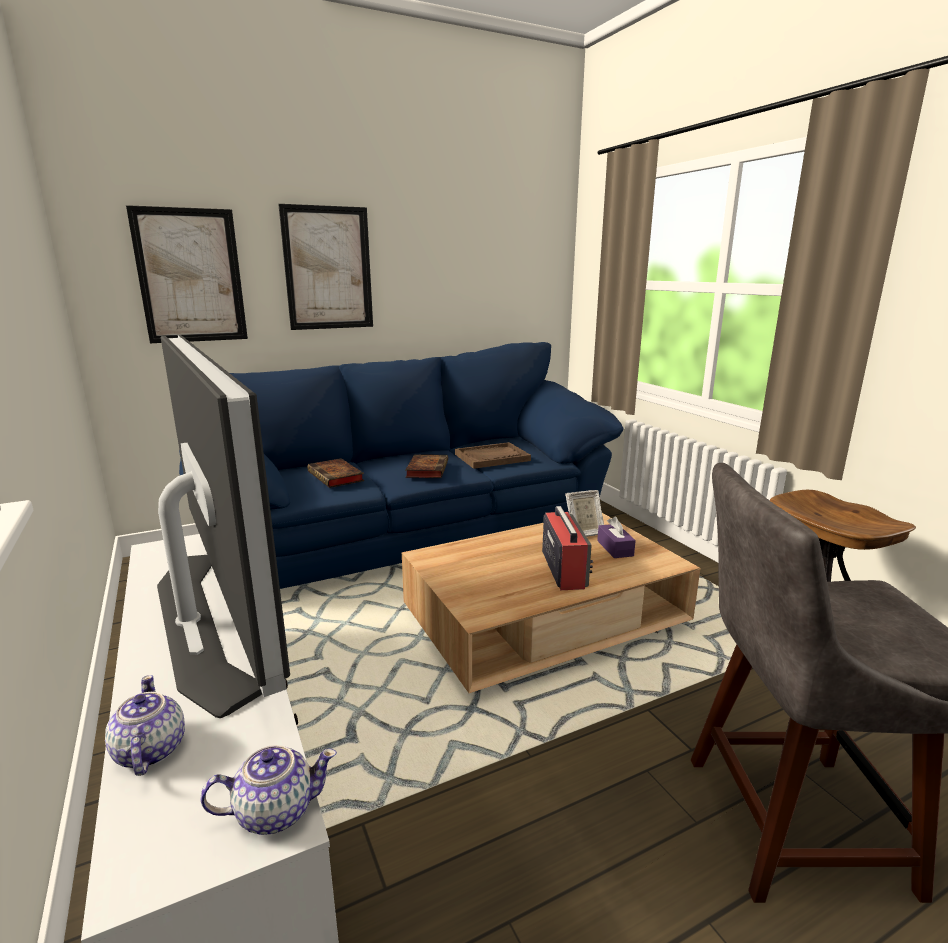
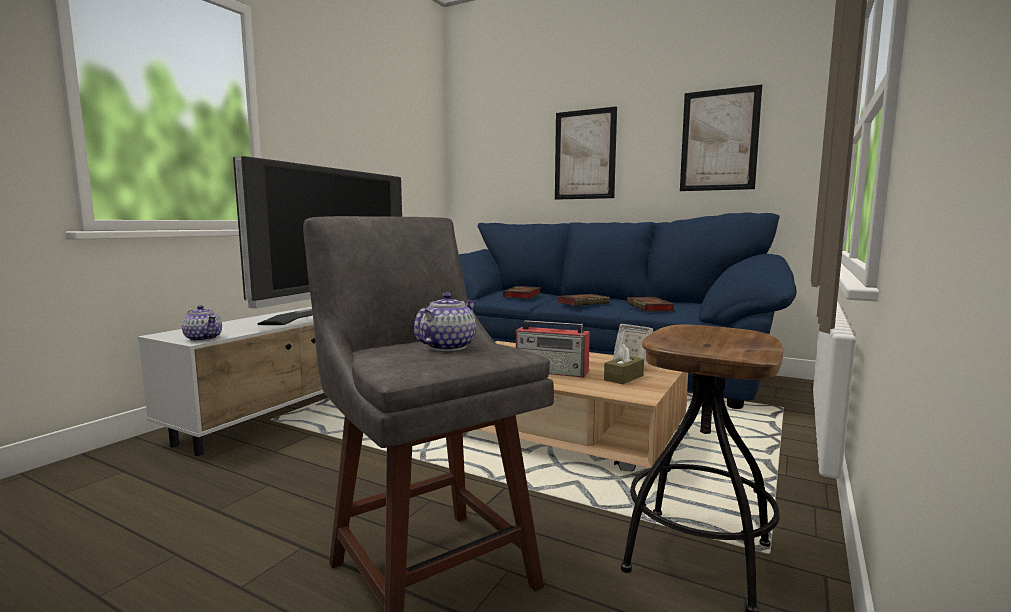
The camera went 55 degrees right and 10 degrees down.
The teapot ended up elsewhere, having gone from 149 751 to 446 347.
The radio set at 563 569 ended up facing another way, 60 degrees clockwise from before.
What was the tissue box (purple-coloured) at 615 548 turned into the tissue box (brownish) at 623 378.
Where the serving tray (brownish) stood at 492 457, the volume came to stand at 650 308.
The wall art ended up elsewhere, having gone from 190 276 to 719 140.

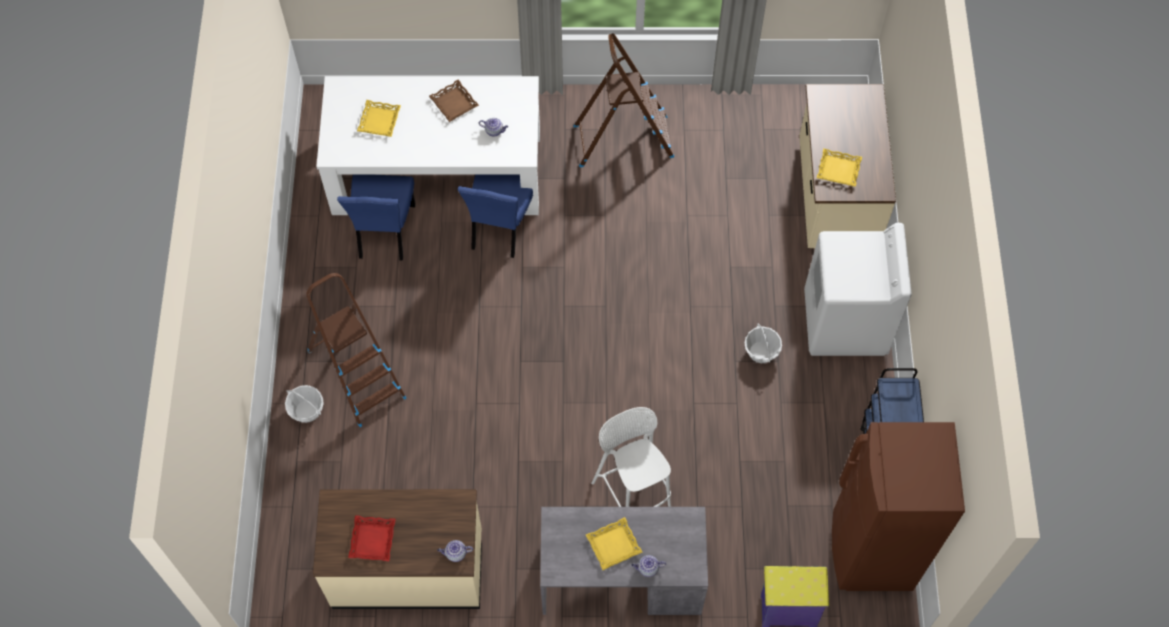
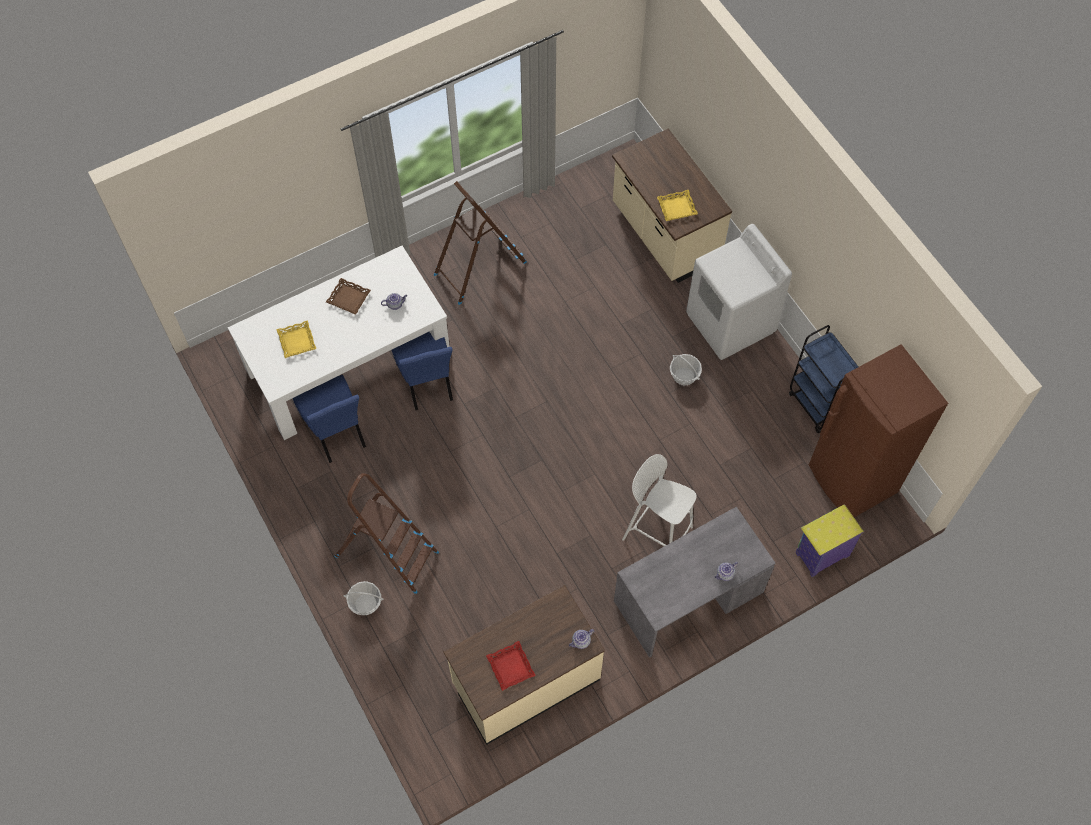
The camera went 30 degrees left and 0 degrees up.
The second view lost the serving tray (yellow) at 613 545.

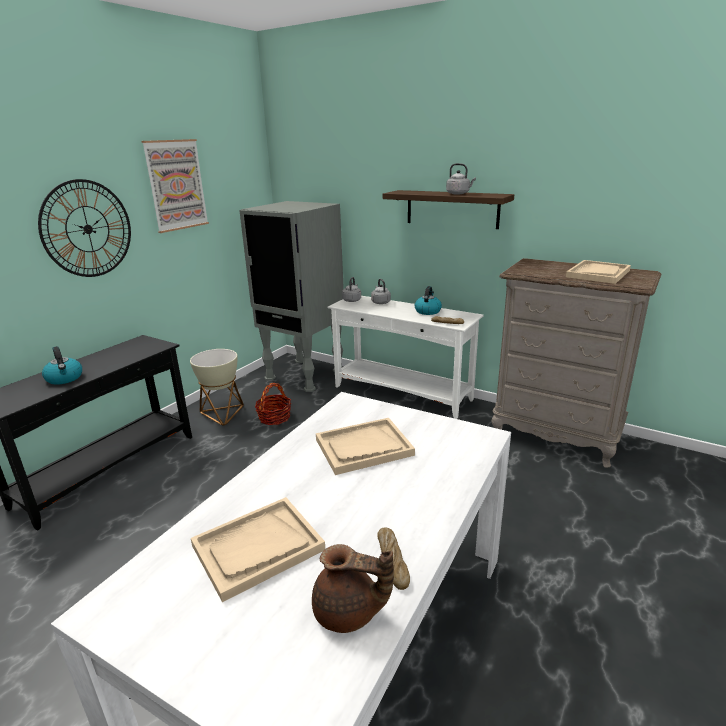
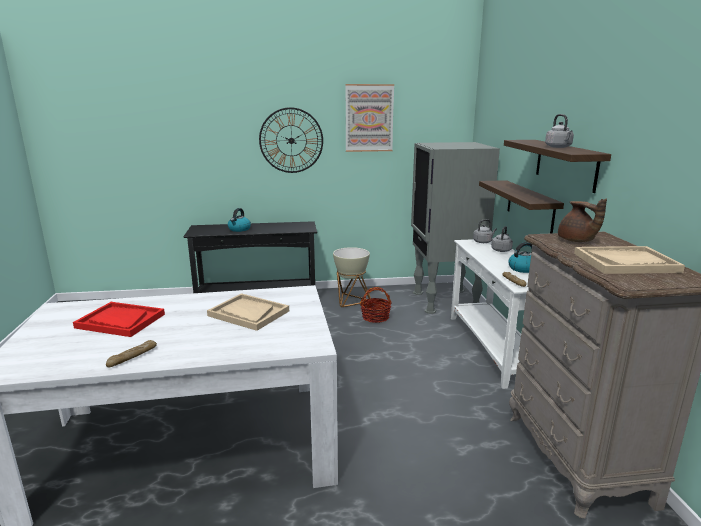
The camera went 50 degrees right and 5 degrees down.
What was the serving tray (sand-coloured) at 258 548 turned into the serving tray (reddish) at 120 321.
The second view gained the wall shelf at 530 206.
The teapot (brownish) ended up elsewhere, having gone from 349 613 to 576 241.

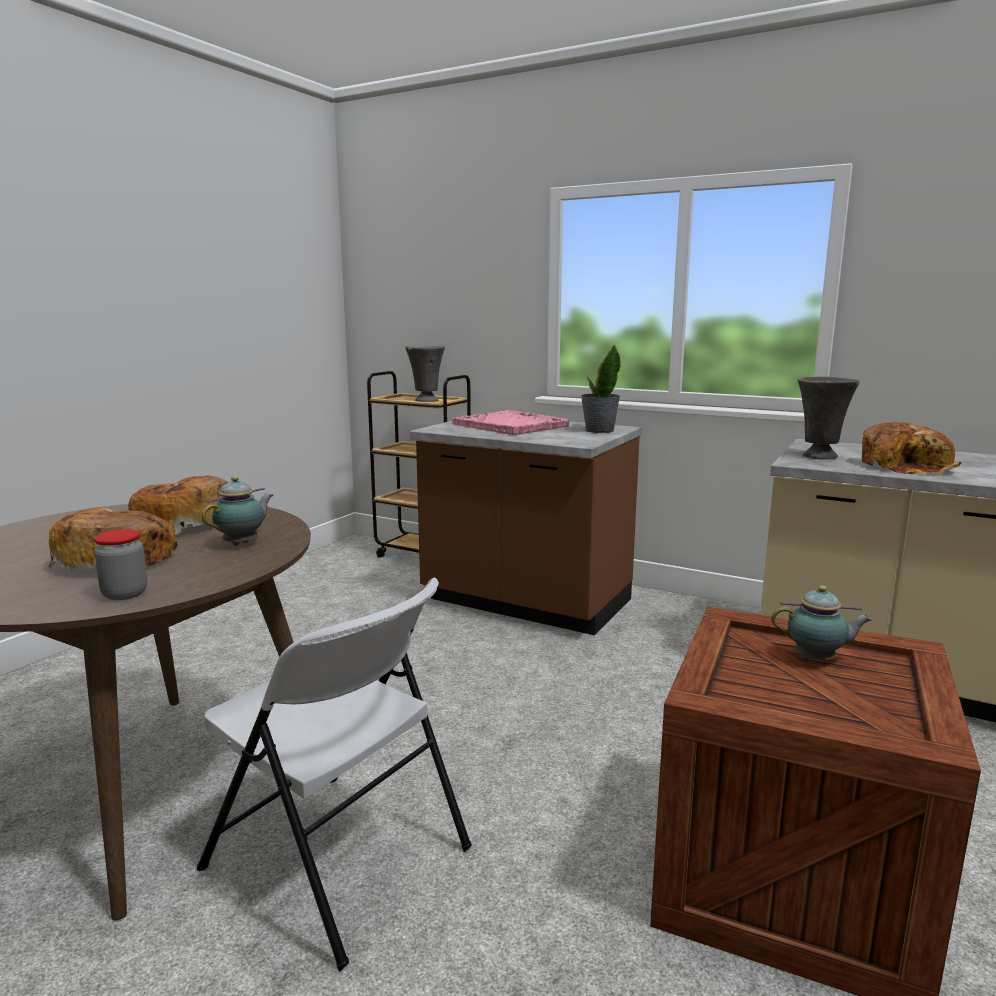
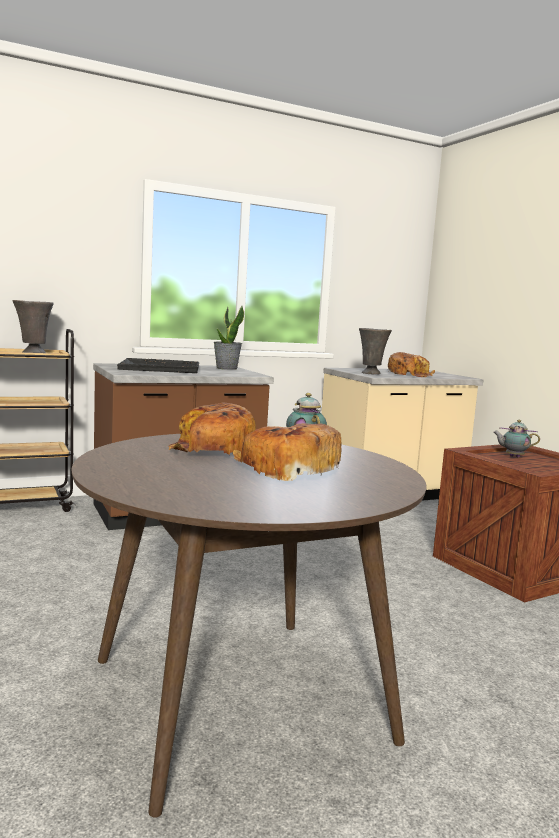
The camera went 55 degrees left and 5 degrees down.
What was the serving tray (pink) at 510 425 turned into the serving tray (black-coloured) at 161 368.
The teapot at 817 660 ended up facing another way, 120 degrees counterclockwise from before.
The second view lost the jar at 125 594.
The second view lost the plain chair (white-coloured) at 336 859.

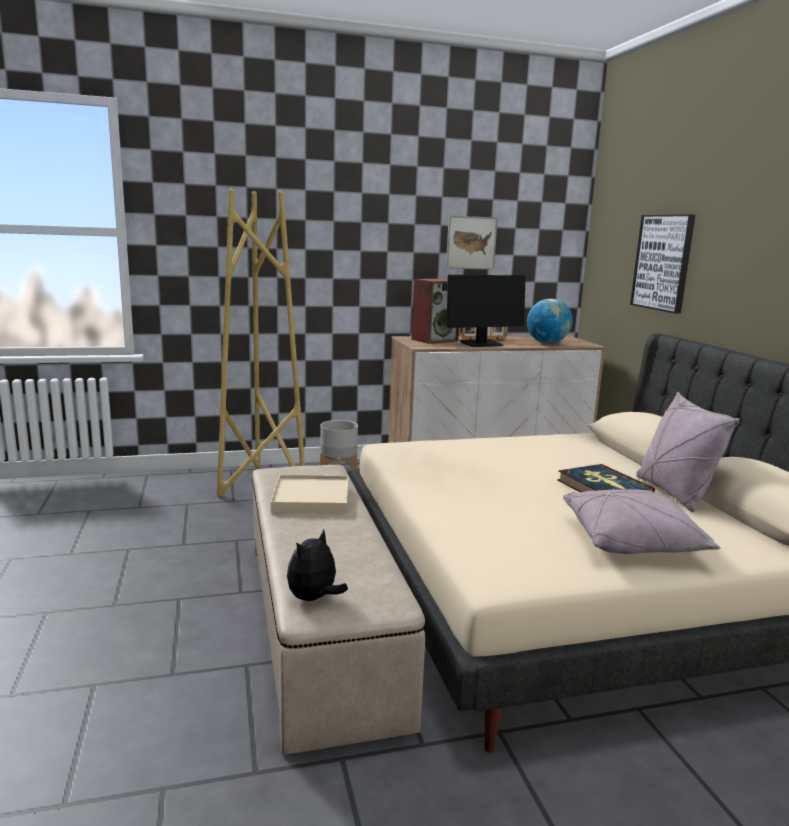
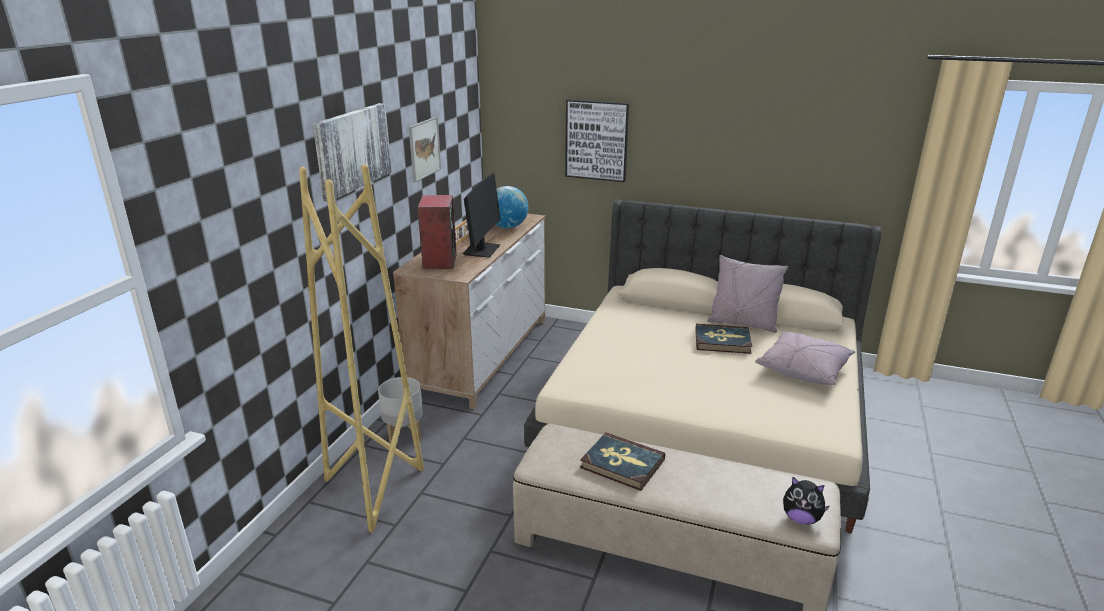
The camera went 55 degrees left and 10 degrees up.
The second view gained the wall art at 352 150.
Where the serving tray (sand-coloured) stood at 311 498, the volume came to stand at 622 464.
The soft toy at 314 599 ended up facing another way, 45 degrees counterclockwise from before.

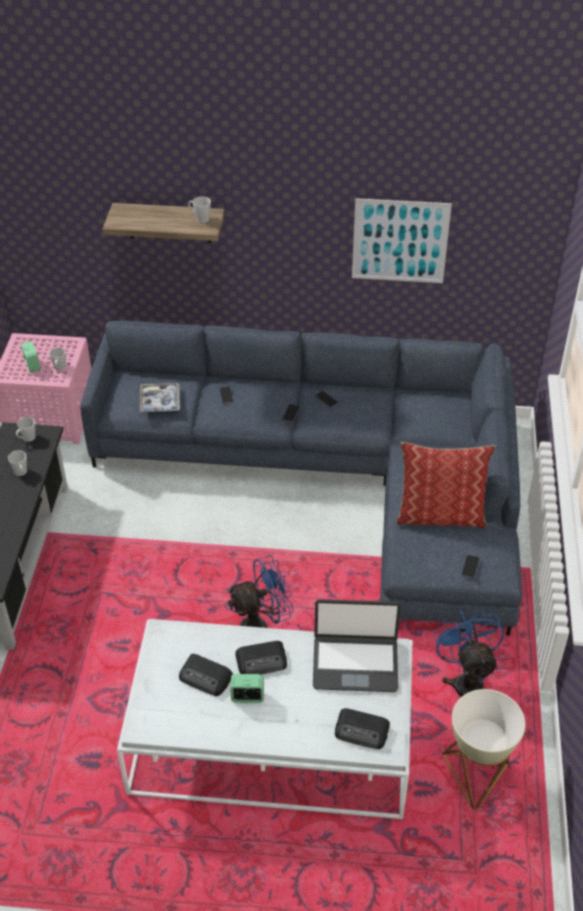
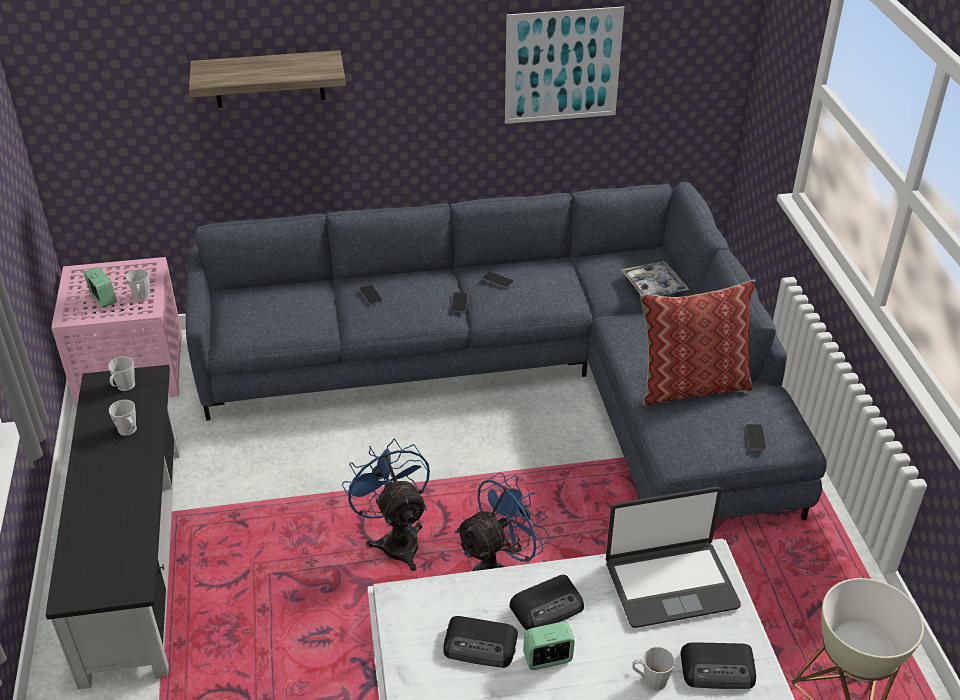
The camera went 15 degrees left and 5 degrees down.
The fan (blue-coloured) ended up elsewhere, having gone from 466 681 to 396 540.
The serving tray ended up elsewhere, having gone from 160 402 to 654 286.
The tea mug (grey) ended up elsewhere, having gone from 200 218 to 650 680.

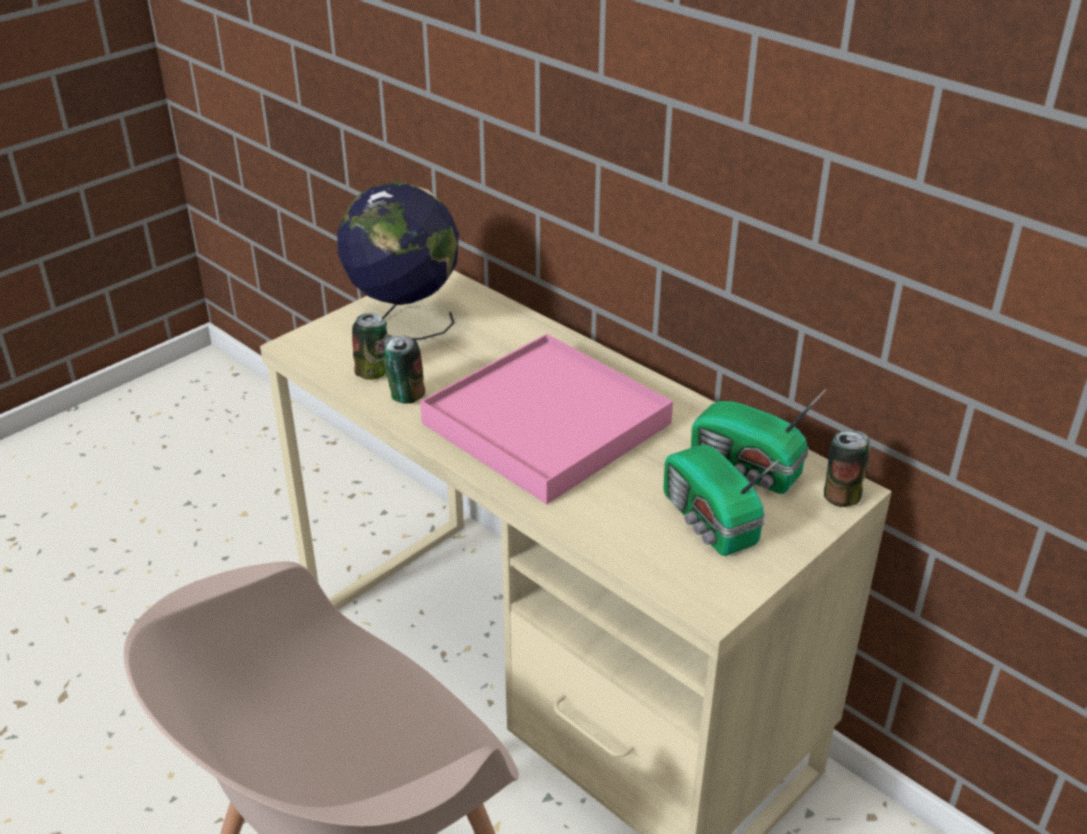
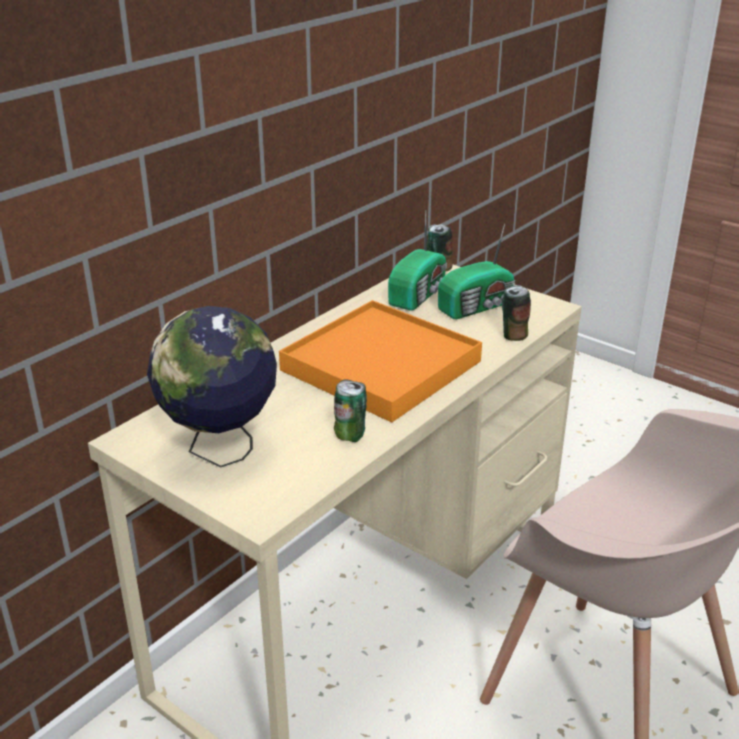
The camera went 95 degrees left and 5 degrees down.
What was the serving tray (pink) at 545 423 turned into the serving tray (orange) at 381 366.
The sealed can ended up elsewhere, having gone from 374 372 to 513 335.

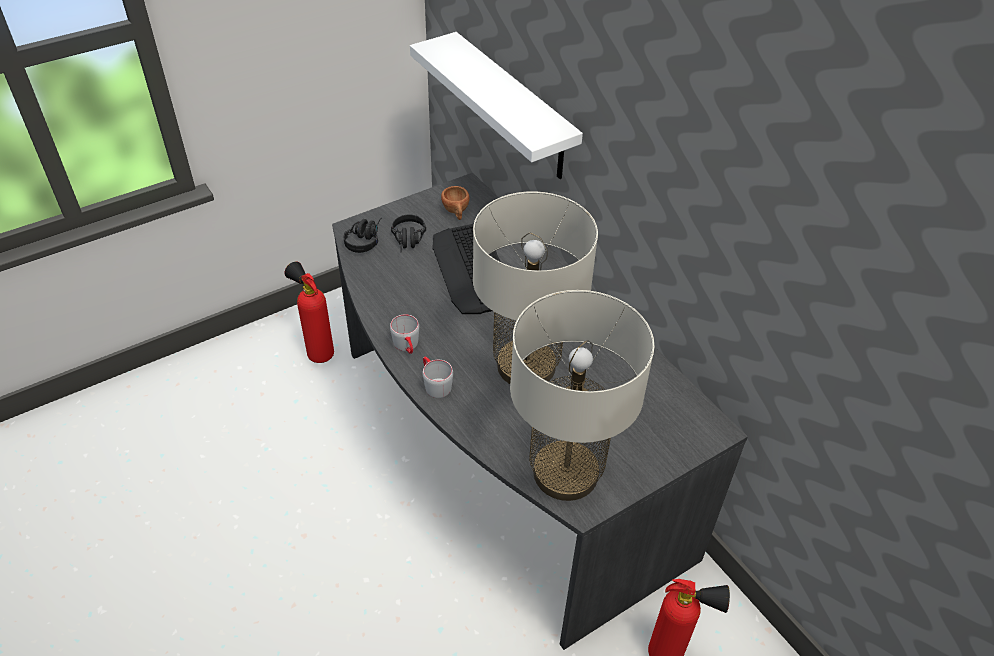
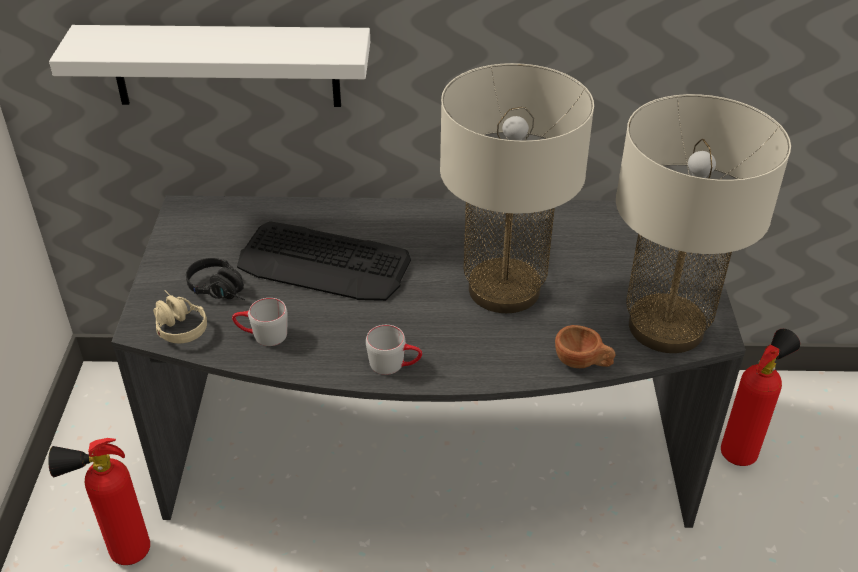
The camera went 55 degrees left and 5 degrees down.
What was the headphones (black-coloured) at 365 239 turned into the headphones (sand-coloured) at 176 324.
The tea mug (grey) ended up elsewhere, having gone from 434 384 to 262 335.
The small cup (brownish) ended up elsewhere, having gone from 456 212 to 582 362.

